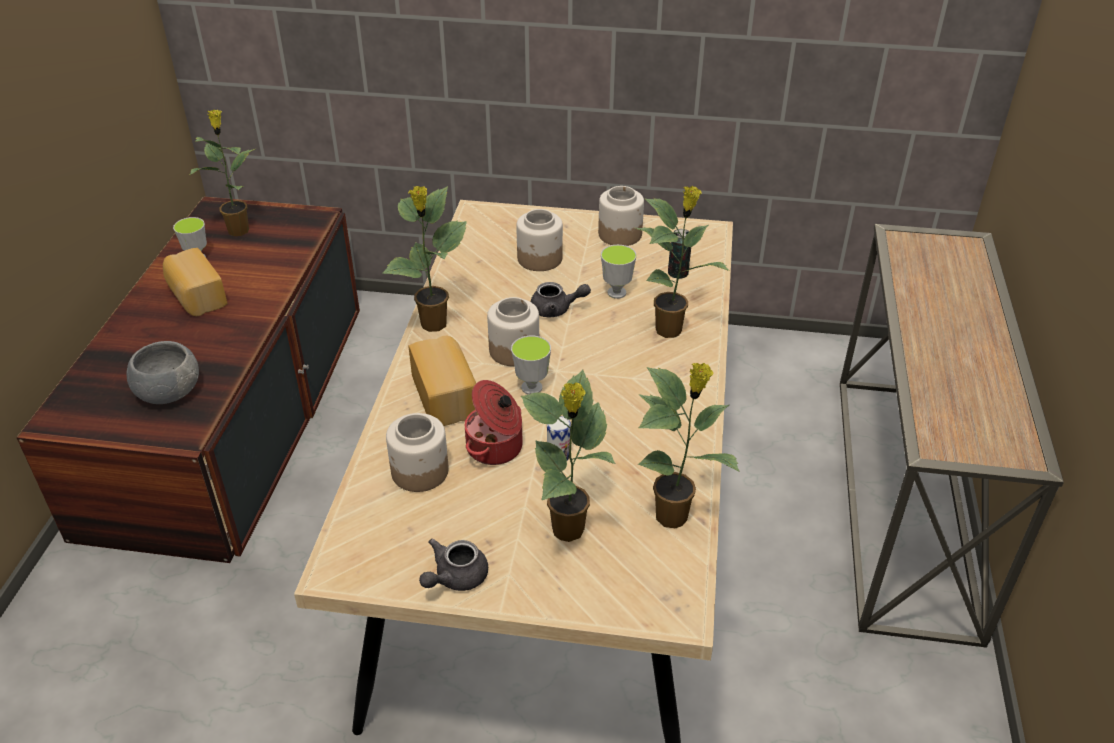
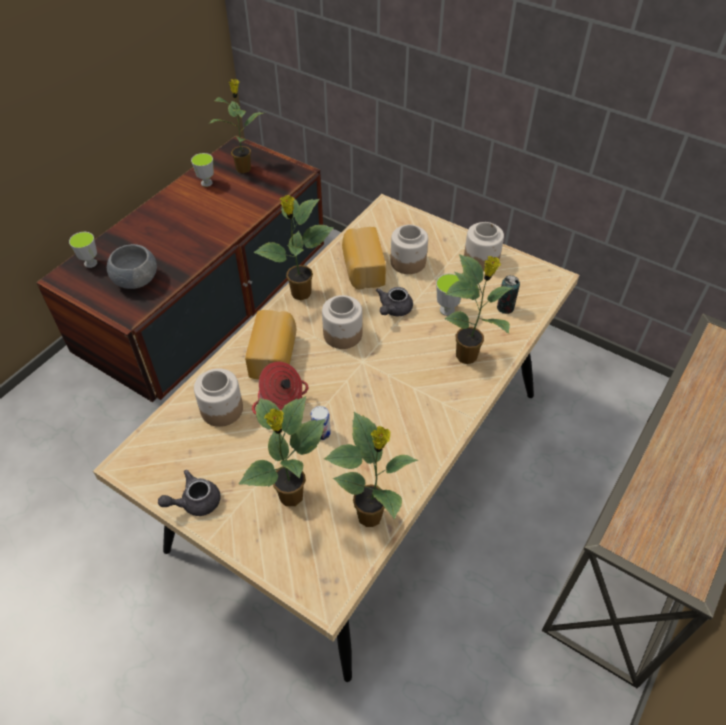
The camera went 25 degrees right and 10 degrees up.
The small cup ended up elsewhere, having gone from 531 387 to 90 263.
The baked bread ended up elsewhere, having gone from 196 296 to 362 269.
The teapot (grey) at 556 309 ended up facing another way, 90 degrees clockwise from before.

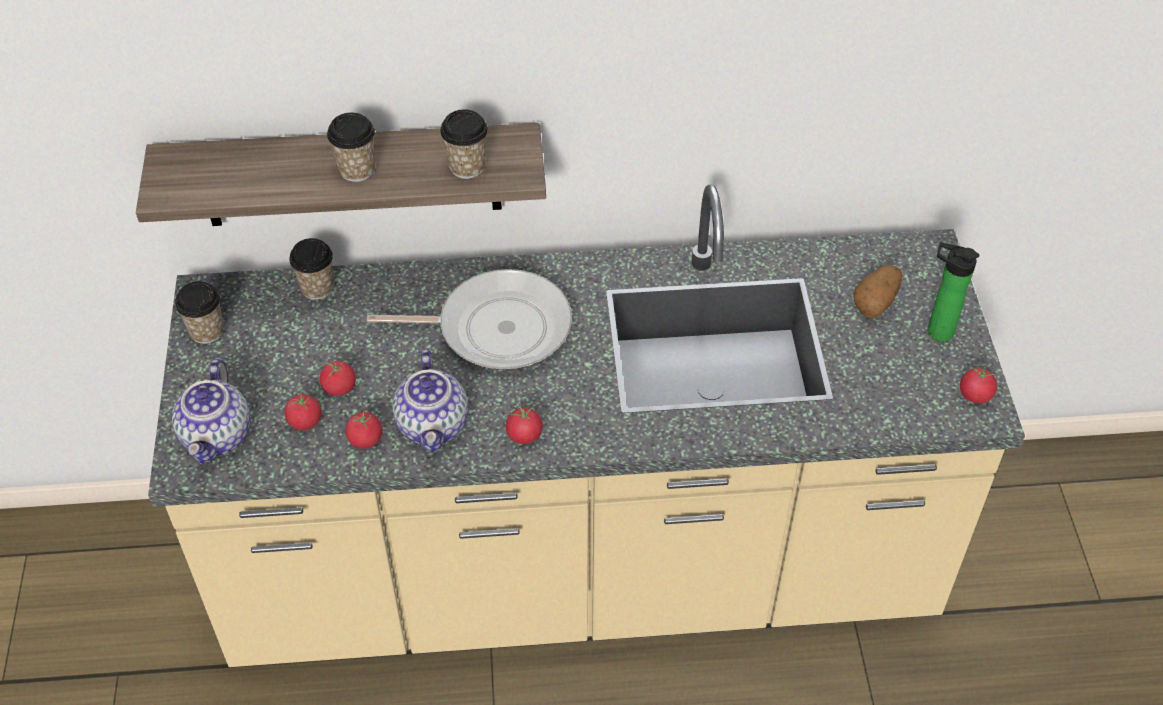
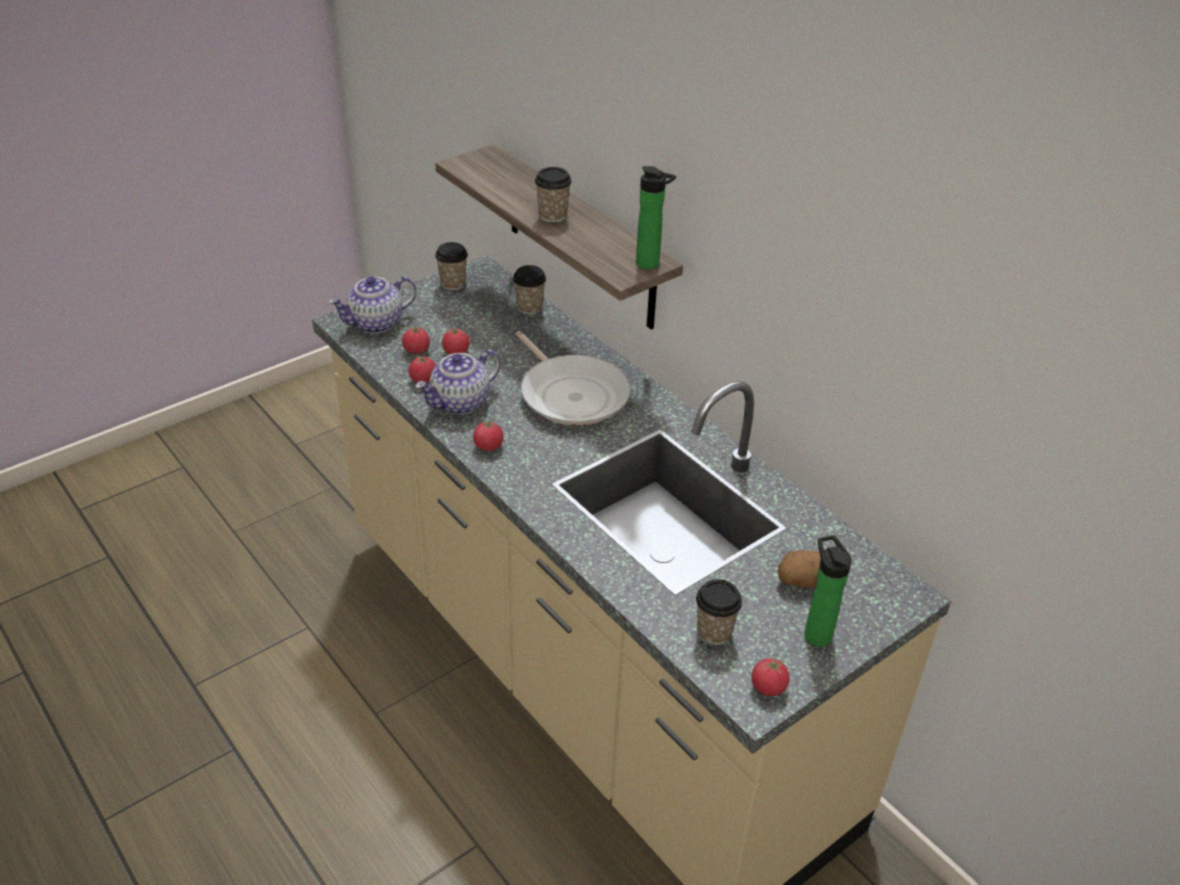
The camera went 55 degrees right and 10 degrees down.
The second view gained the beverage bottle at 651 264.
The small cup ended up elsewhere, having gone from 467 167 to 714 632.

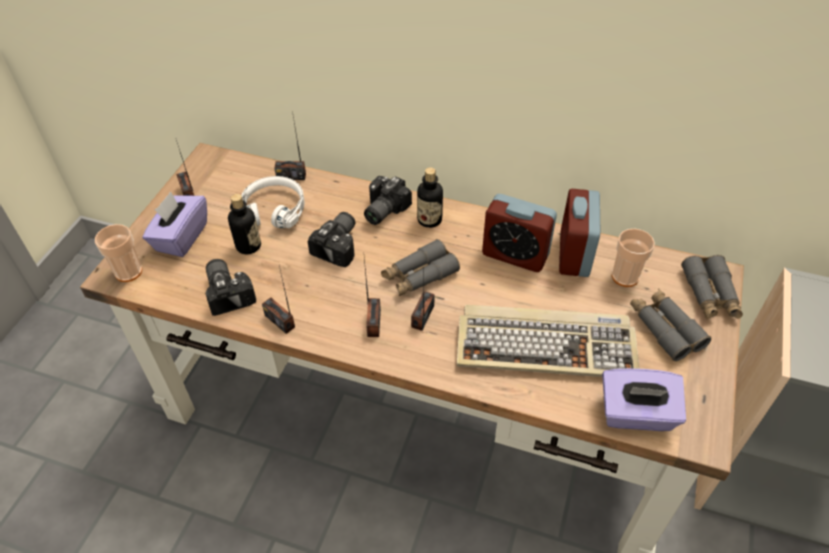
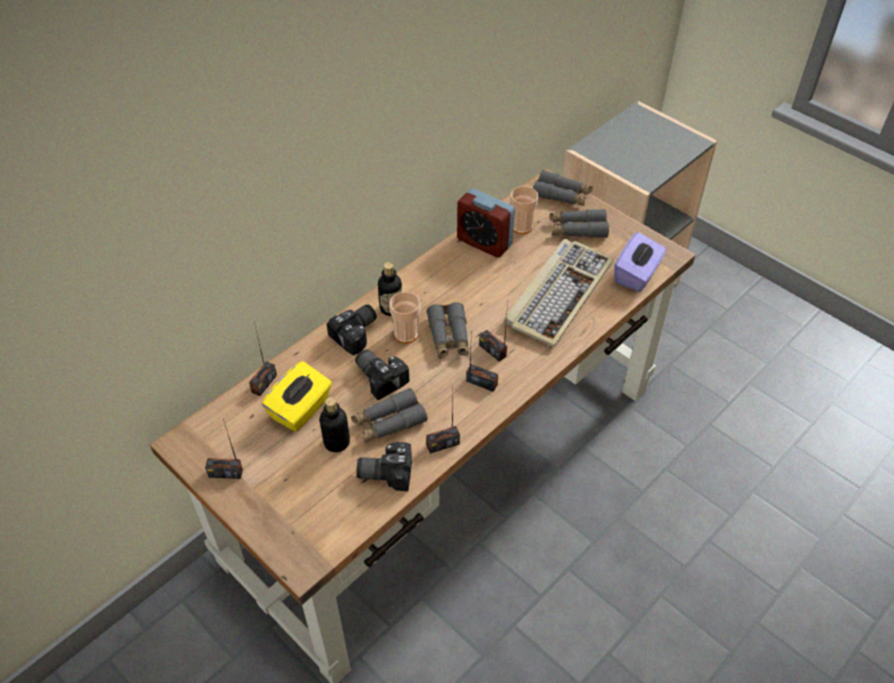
The camera went 65 degrees left and 0 degrees up.
Where the headphones (white-coloured) stood at 274 209, the tissue box (yellow) came to stand at 301 409.
The photo camera at 382 210 ended up facing another way, 105 degrees counterclockwise from before.
The second view gained the field glasses (grey) at 389 422.
The small cup ended up elsewhere, having gone from 128 272 to 406 334.
The second view lost the tissue box (purple-coloured) at 181 237.
The second view lost the bedside clock at 515 255.

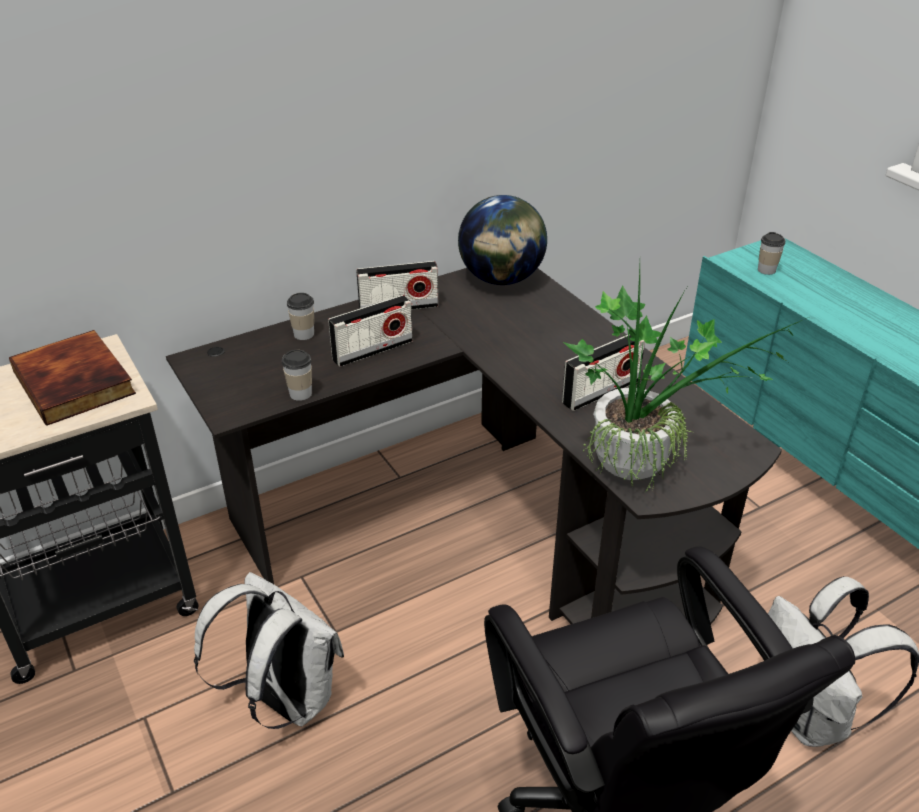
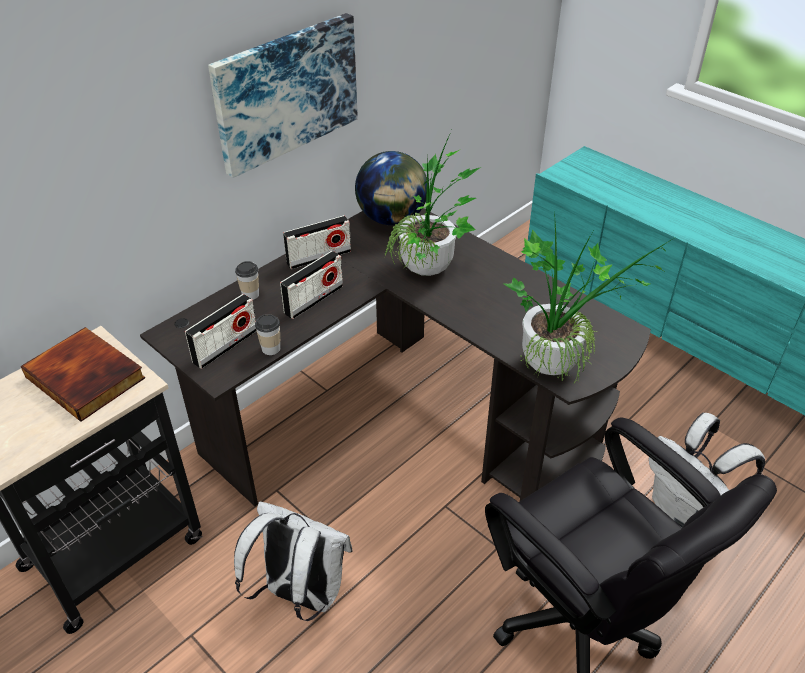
The camera went 15 degrees left and 5 degrees up.
The radio set ended up elsewhere, having gone from 601 392 to 225 346.
The second view gained the wall art at 285 92.
The second view gained the potted plant at 428 275.
The second view lost the small cup at 766 270.

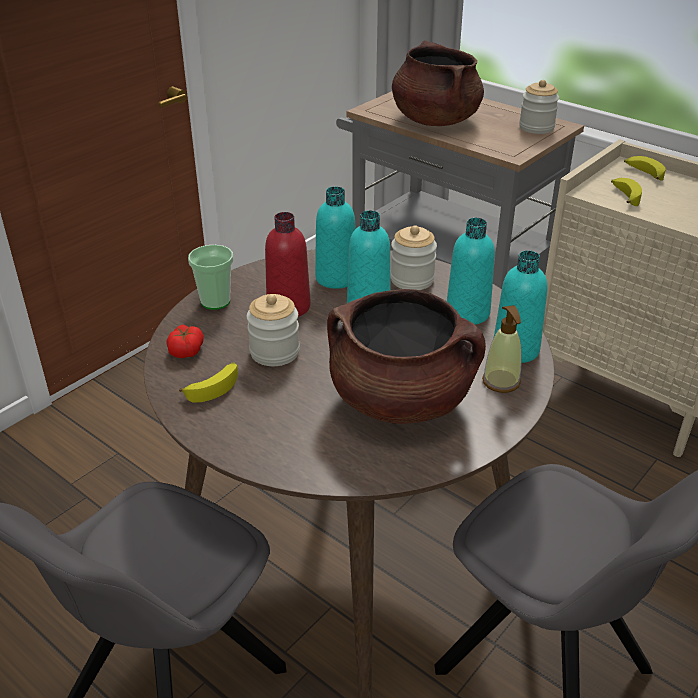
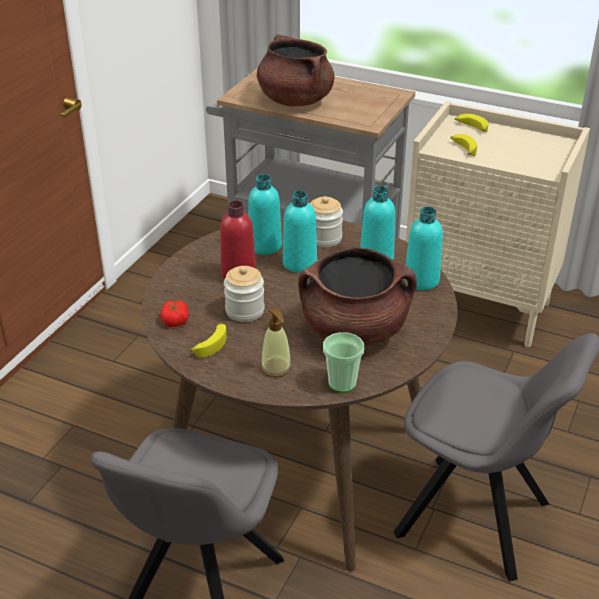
The camera went 15 degrees left and 0 degrees up.
The liquid soap bottle ended up elsewhere, having gone from 501 382 to 276 368.
The small cup ended up elsewhere, having gone from 215 301 to 342 383.
The second view lost the jar at 536 127.

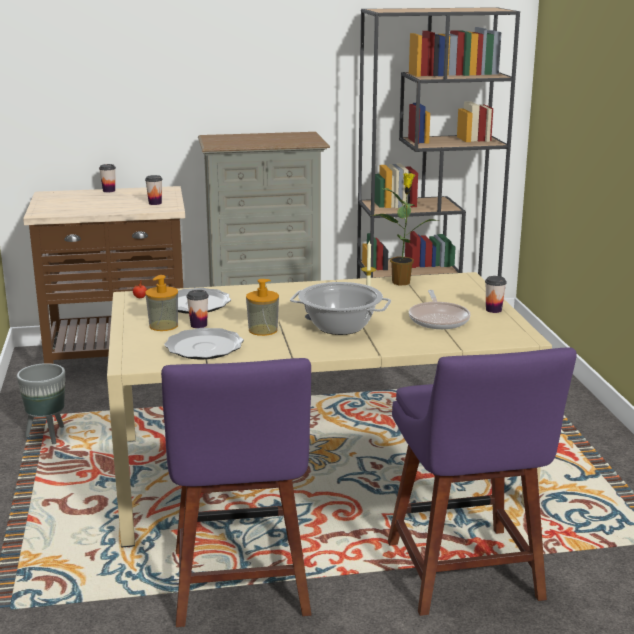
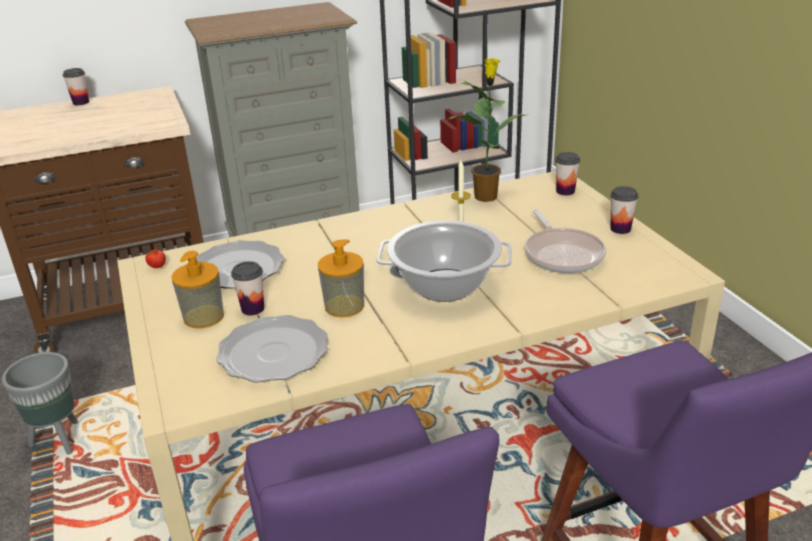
The camera went 10 degrees left and 10 degrees up.
The small cup ended up elsewhere, having gone from 155 203 to 565 191.

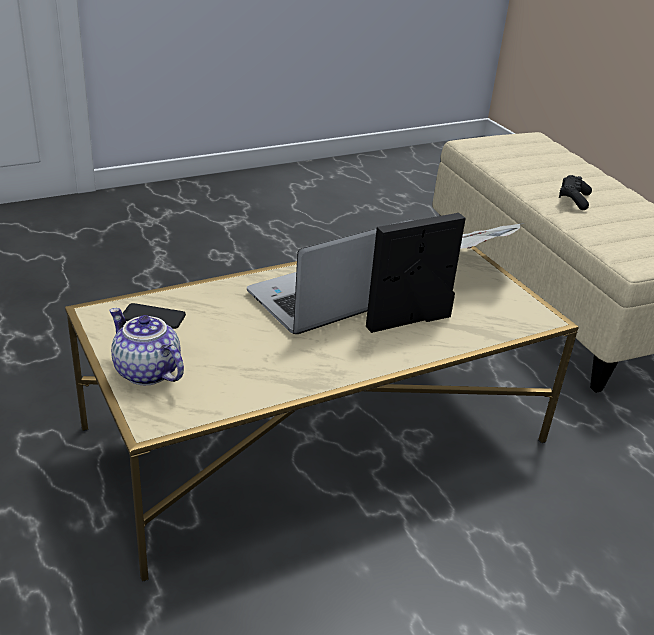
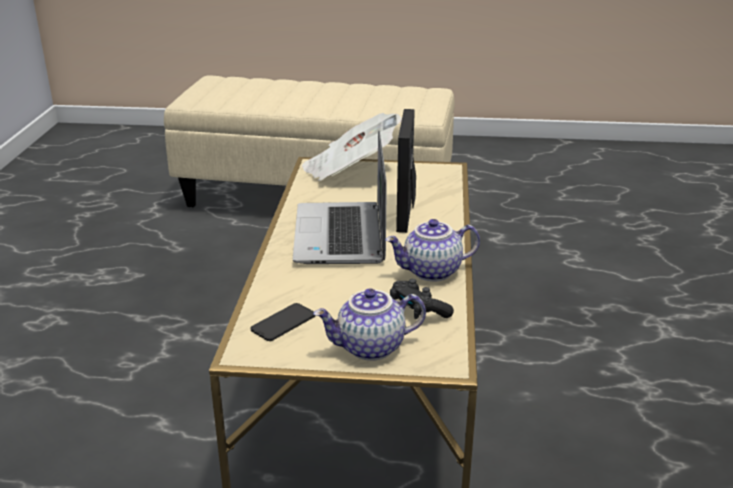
The camera went 55 degrees left and 5 degrees down.
The second view gained the teapot at 432 272.
The game controller (black-coloured) ended up elsewhere, having gone from 573 200 to 418 310.

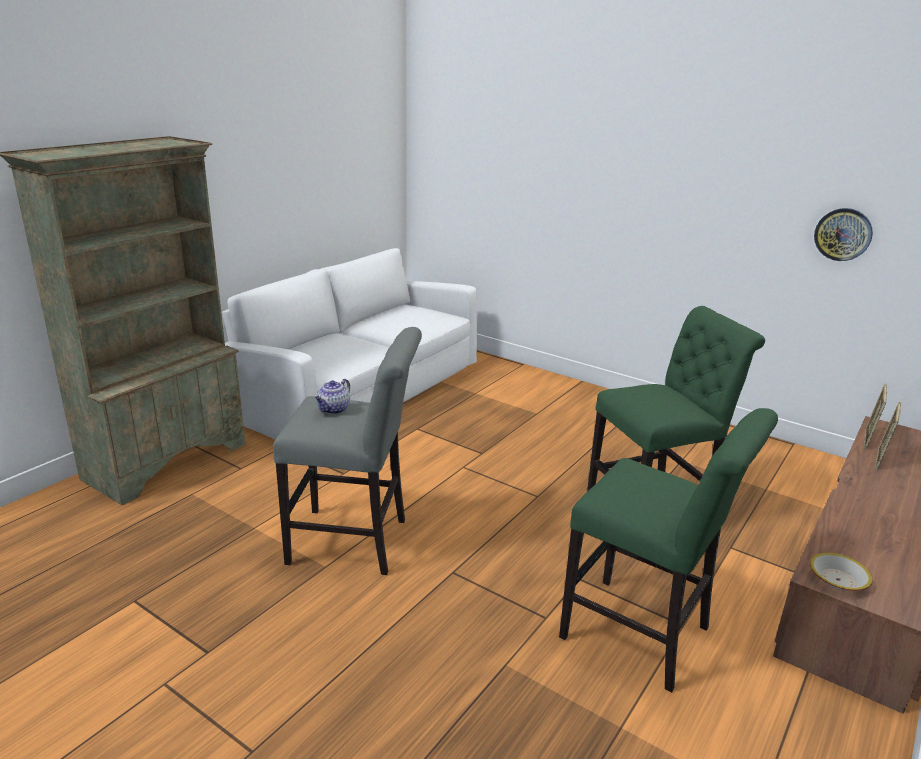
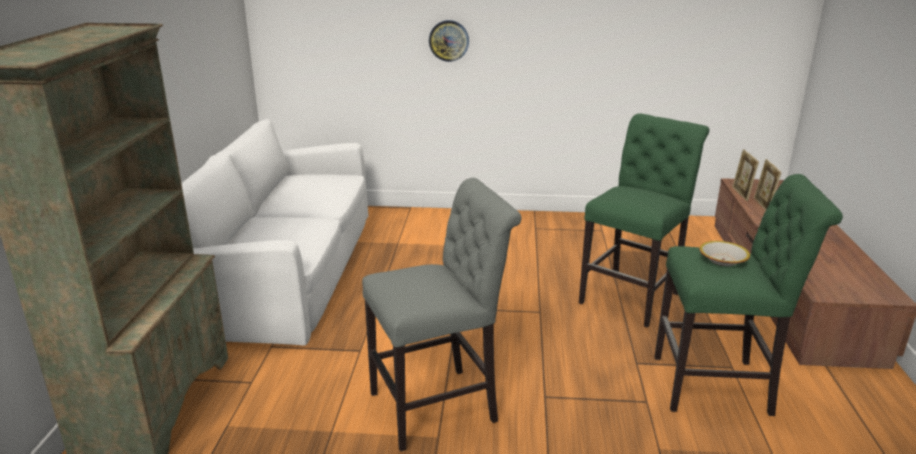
The camera went 30 degrees left and 0 degrees up.
The hanging clock ended up elsewhere, having gone from 843 234 to 449 40.
The bowl ended up elsewhere, having gone from 837 580 to 723 260.
The second view lost the teapot at 333 410.

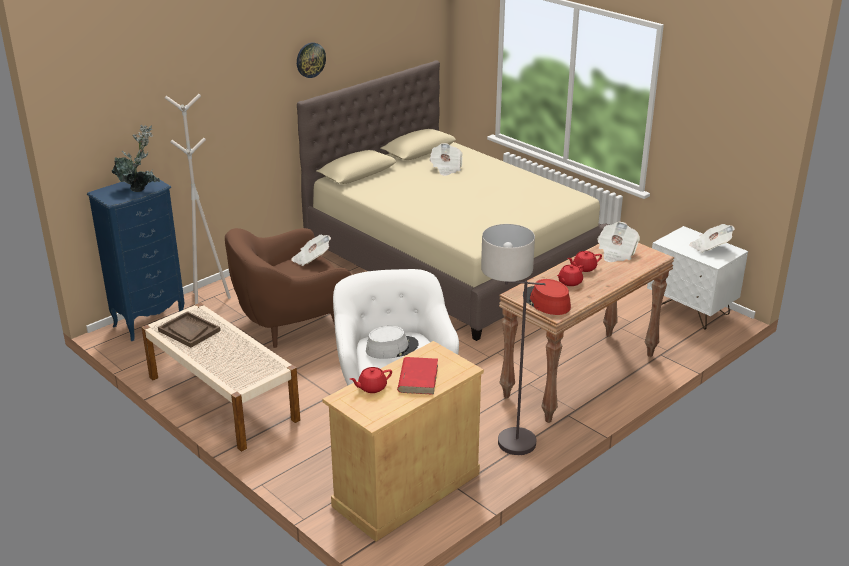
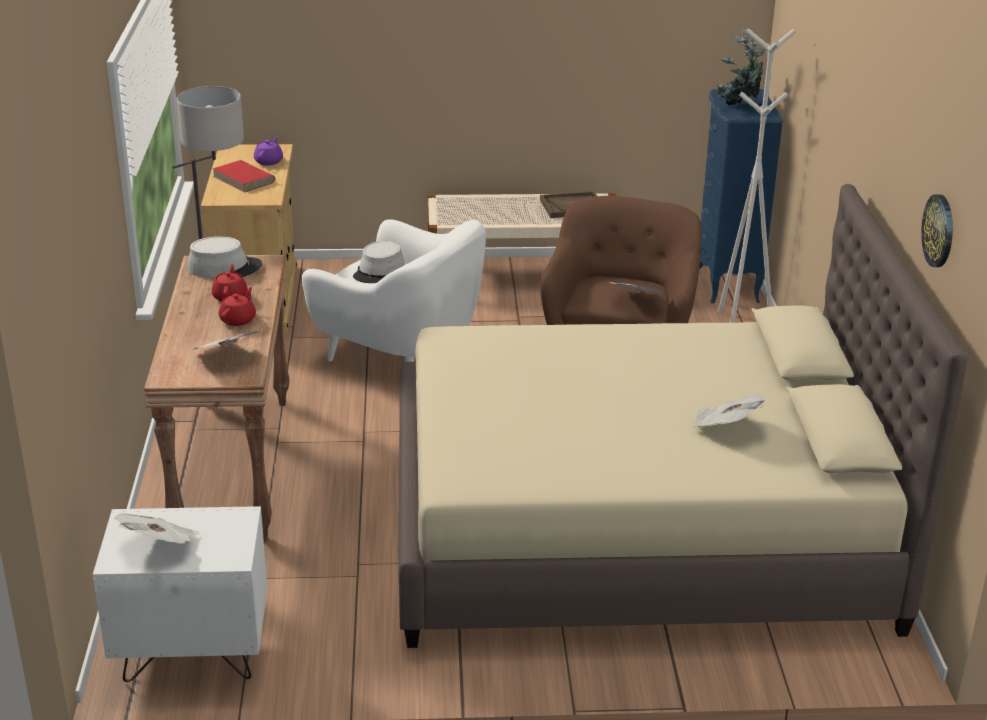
The camera went 130 degrees right and 0 degrees up.
What was the hat (reddish) at 546 301 turned into the hat (grey) at 225 267.
What was the teapot (reddish) at 371 387 turned into the teapot (purple-coloured) at 269 161.
The hanging clock ended up elsewhere, having gone from 310 60 to 939 230.

